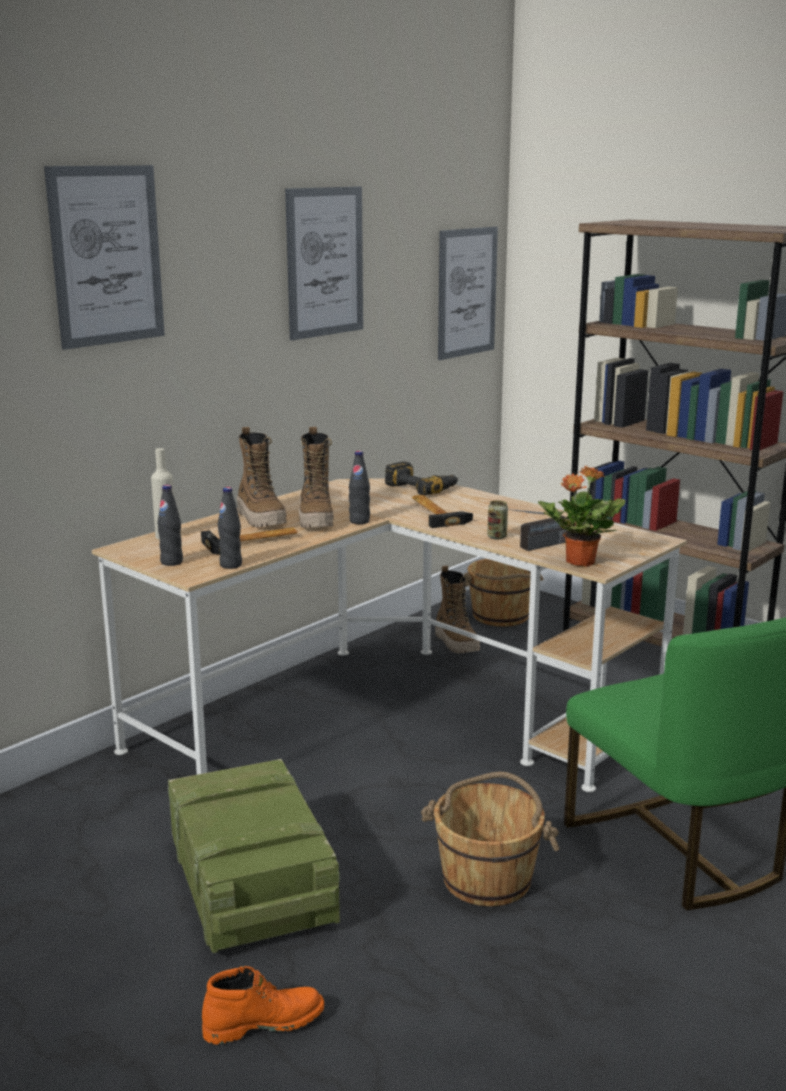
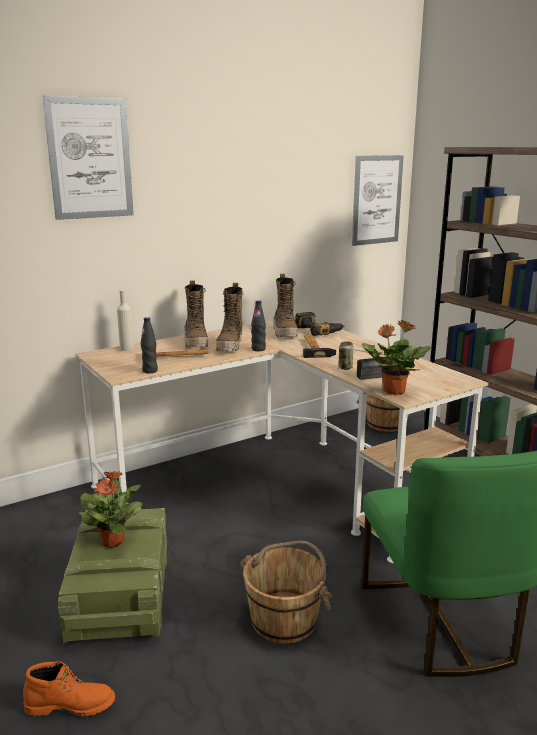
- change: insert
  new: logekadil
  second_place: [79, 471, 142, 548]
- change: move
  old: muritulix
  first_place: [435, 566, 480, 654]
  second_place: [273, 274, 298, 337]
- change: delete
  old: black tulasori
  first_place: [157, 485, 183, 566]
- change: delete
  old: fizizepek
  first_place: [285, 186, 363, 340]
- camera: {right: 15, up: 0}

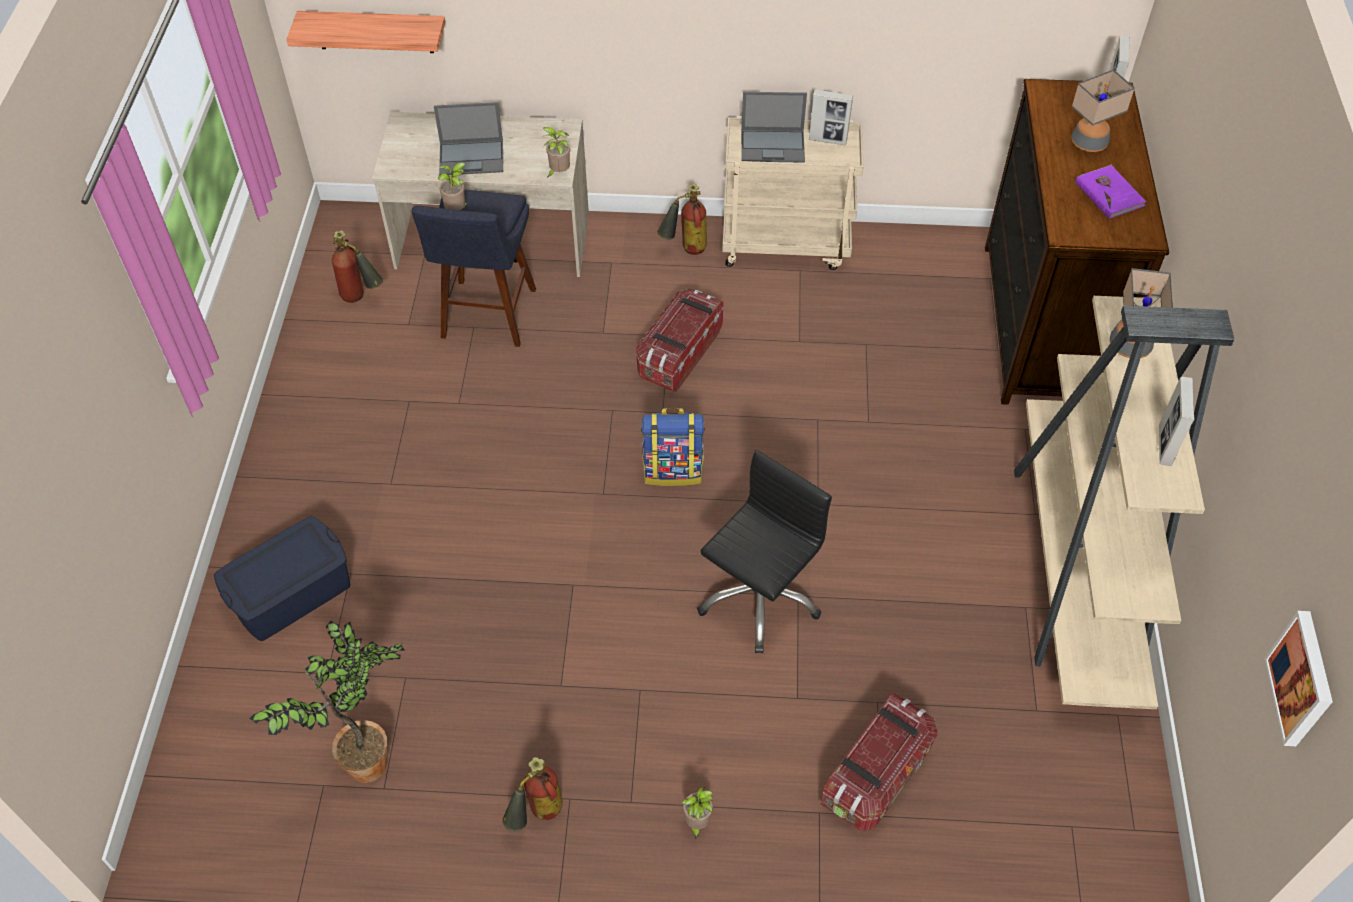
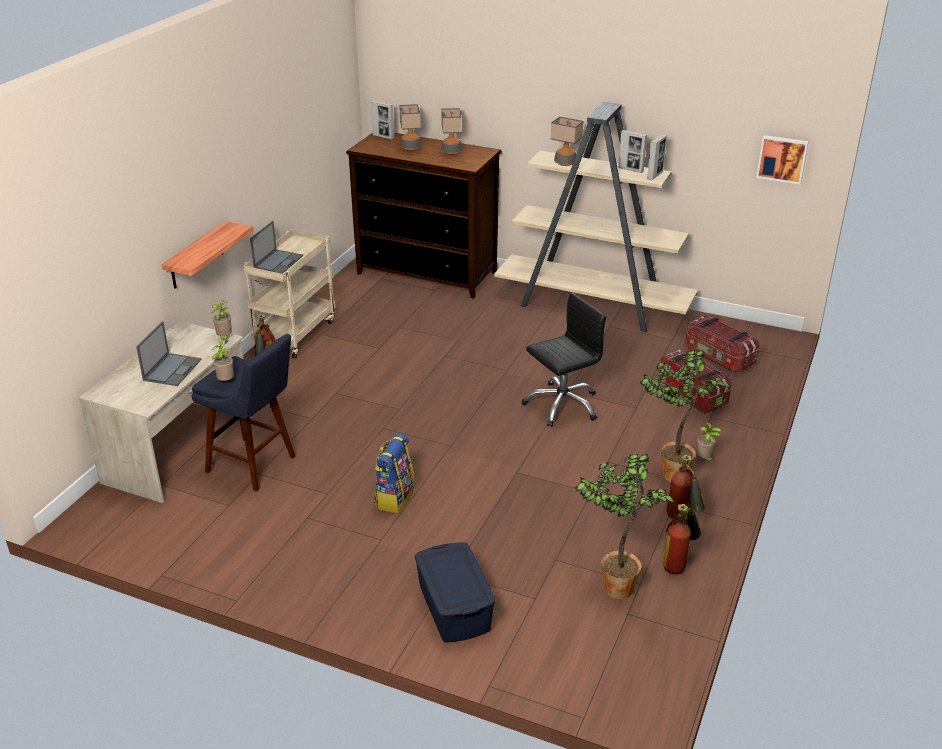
- change: move
  old: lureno
  first_place: [286, 11, 445, 53]
  second_place: [162, 221, 254, 289]
- change: move
  old: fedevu
  first_place: [641, 408, 705, 486]
  second_place: [374, 433, 415, 513]
- change: replace
  old: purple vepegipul
  new: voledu
  first_place: [1075, 165, 1146, 219]
  second_place: [441, 108, 463, 155]
- change: rotate
  old: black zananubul
  first_place: [697, 450, 832, 653]
  second_place: [522, 293, 606, 427]
  degrees: 90
- change: insert
  new: logekadil
  second_place: [640, 350, 731, 482]
- change: move
  old: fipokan
  first_place: [809, 89, 853, 145]
  second_place: [647, 134, 667, 180]
- change: move
  old: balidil
  first_place: [332, 230, 383, 303]
  second_place: [663, 504, 701, 575]
- change: move
  old: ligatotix
  first_place: [636, 289, 724, 392]
  second_place: [685, 315, 760, 373]
- camera: {right: -70, up: -20}

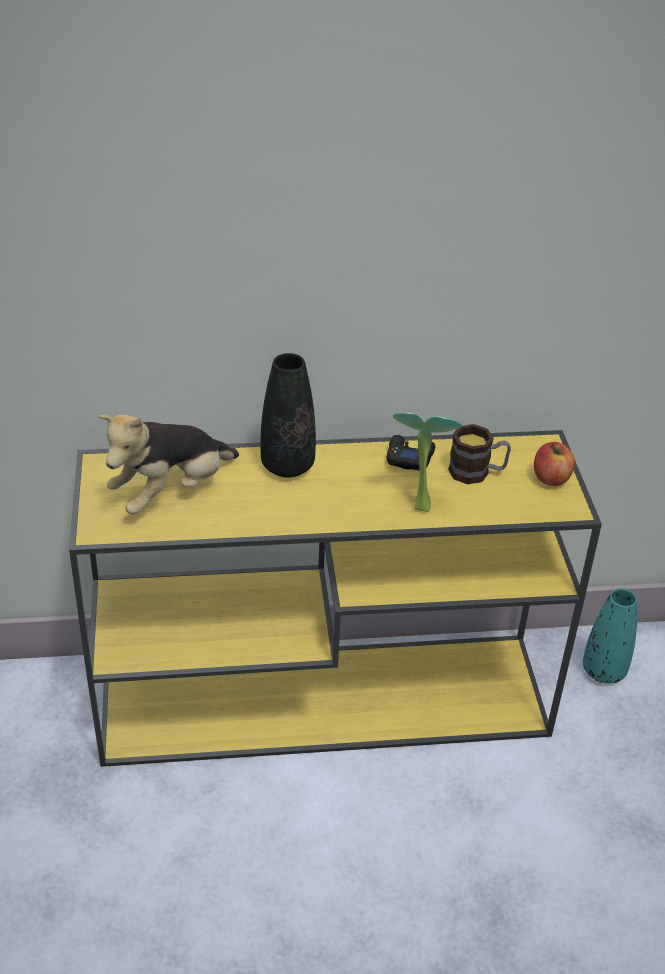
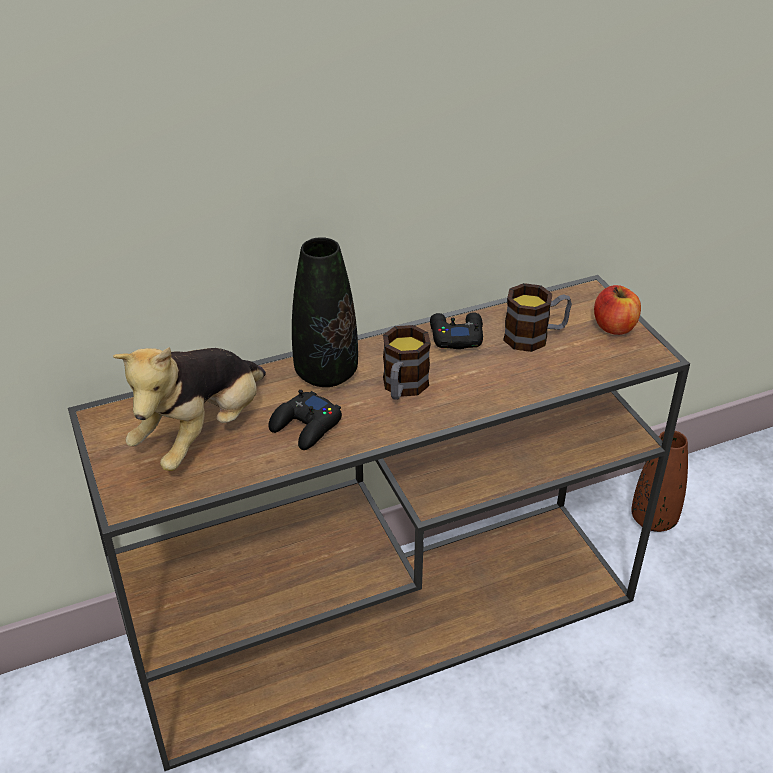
- change: recolor
  old: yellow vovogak
  new: brown vovogak
  first_place: [69, 430, 602, 767]
  second_place: [68, 275, 690, 771]
- change: insert
  new: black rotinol
  second_place: [269, 390, 342, 450]
- change: insert
  new: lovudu
  second_place: [383, 325, 431, 400]
- change: recolor
  old: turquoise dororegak
  new: brown dororegak
  first_place: [583, 588, 637, 684]
  second_place: [631, 431, 688, 532]
- change: delete
  old: logekadil
  first_place: [393, 412, 462, 512]
- camera: {right: -15, up: 0}

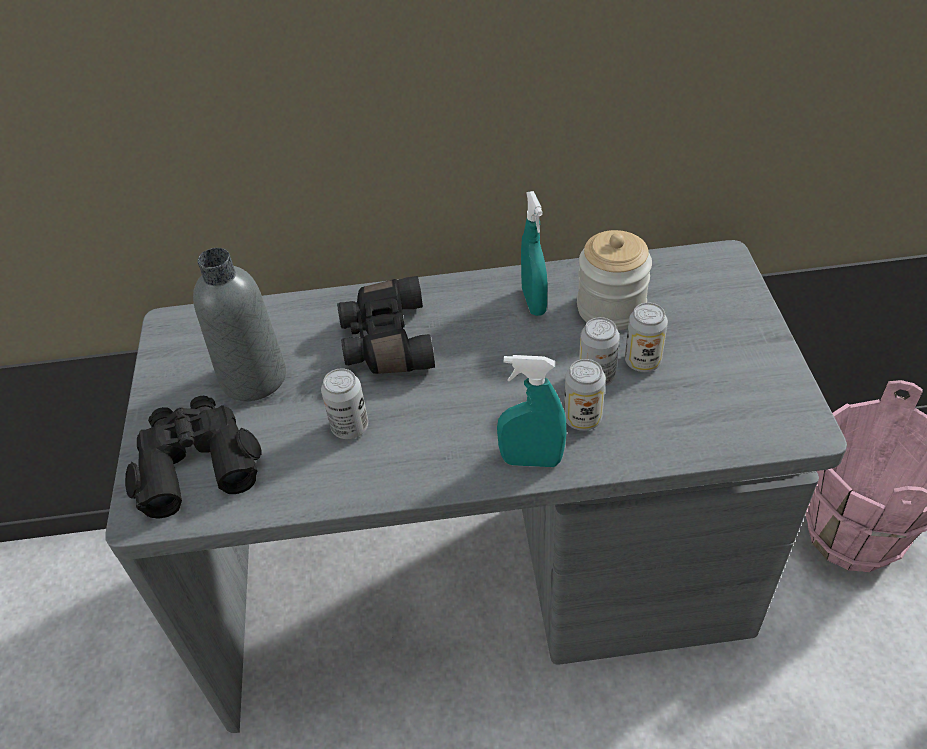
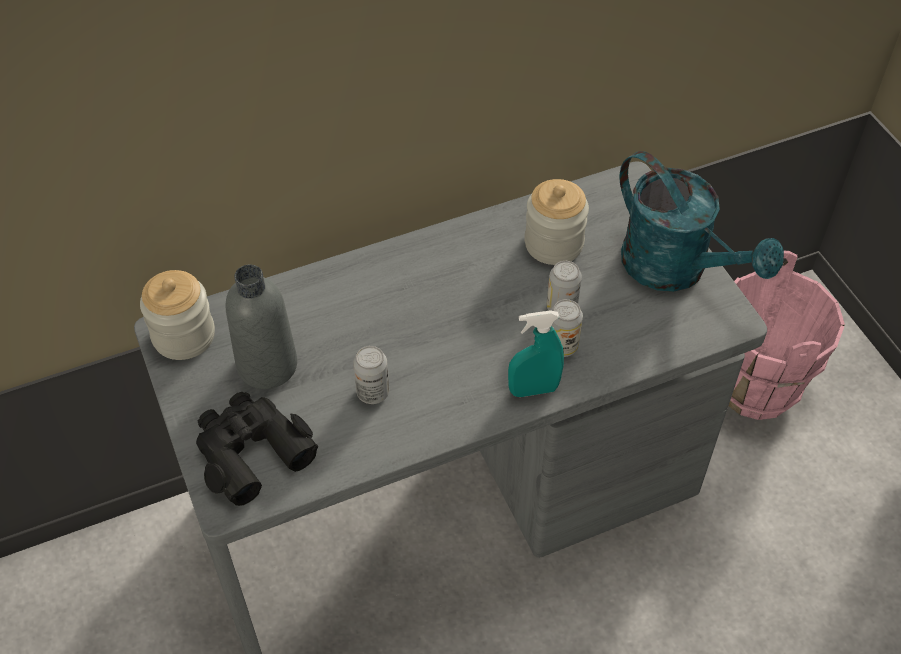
- change: insert
  new: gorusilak
  second_place: [140, 270, 215, 360]
- change: insert
  new: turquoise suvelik
  second_place: [619, 151, 784, 292]
- change: delete
  old: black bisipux
  first_place: [337, 276, 435, 374]
- change: delete
  old: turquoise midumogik
  first_place: [521, 191, 548, 316]
- change: delete
  old: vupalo
  first_place: [625, 302, 668, 372]
- camera: {right: -20, up: 5}

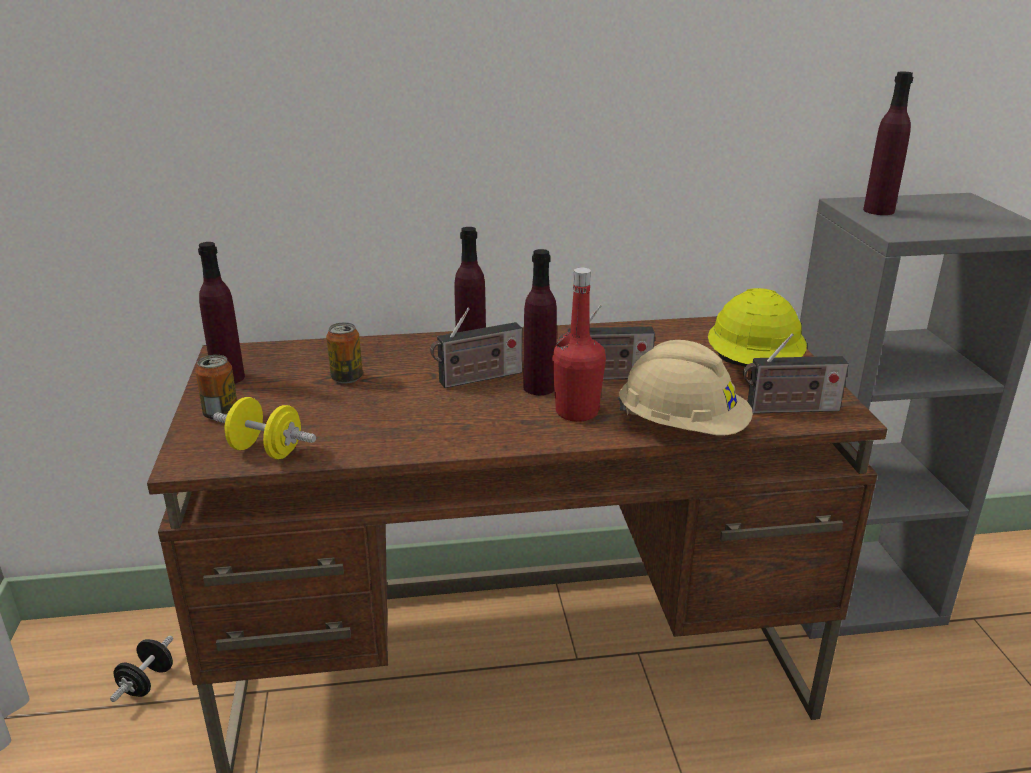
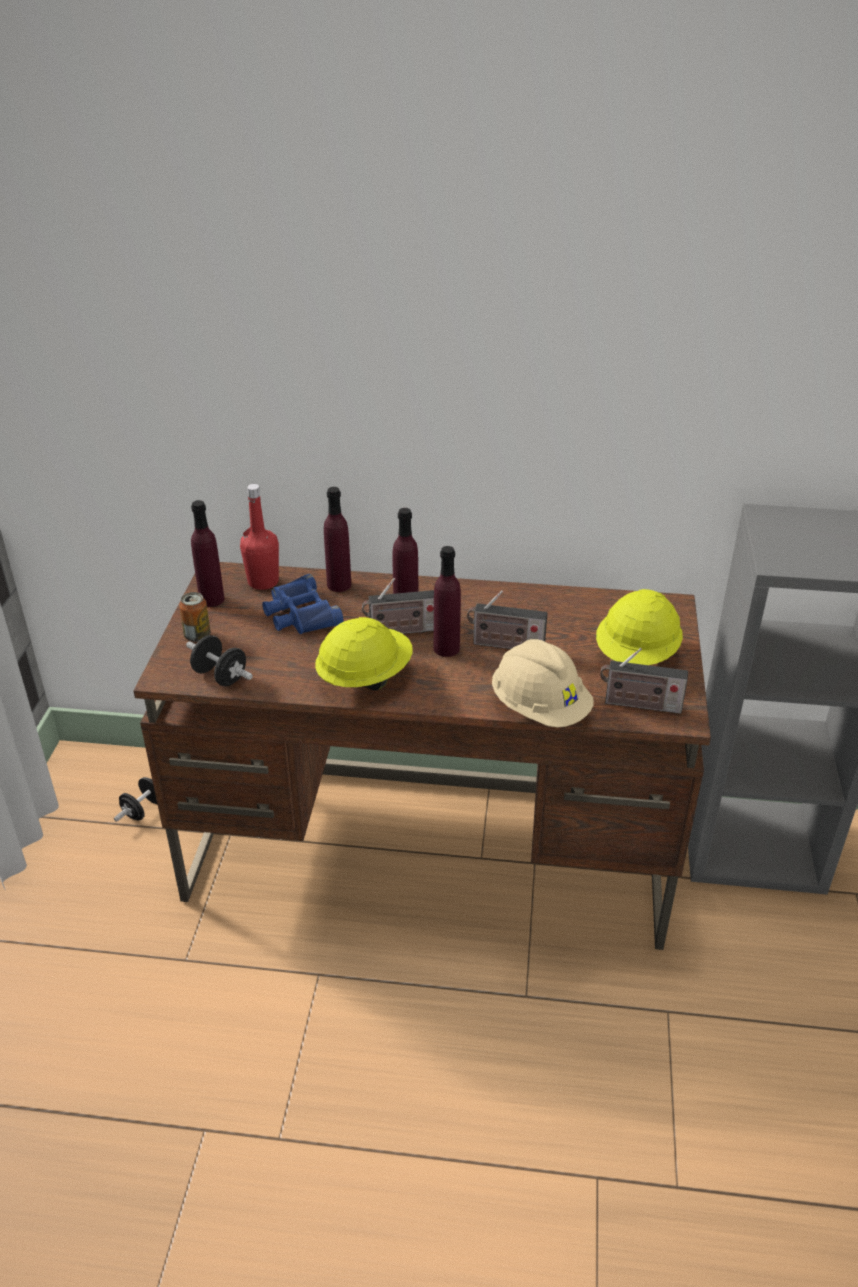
- change: recolor
  old: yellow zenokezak
  new: black zenokezak
  first_place: [213, 397, 316, 459]
  second_place: [186, 635, 253, 686]
- change: move
  old: red tulasori
  first_place: [552, 268, 606, 422]
  second_place: [240, 484, 279, 590]
- change: replace
  old: vupalo
  new: blue bisipux
  first_place: [326, 322, 363, 384]
  second_place: [262, 574, 343, 634]
- change: insert
  new: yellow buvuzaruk
  second_place: [315, 617, 413, 691]
- change: move
  old: purple tulasori
  first_place: [863, 71, 913, 215]
  second_place: [324, 487, 351, 592]
- camera: {right: 15, up: 10}

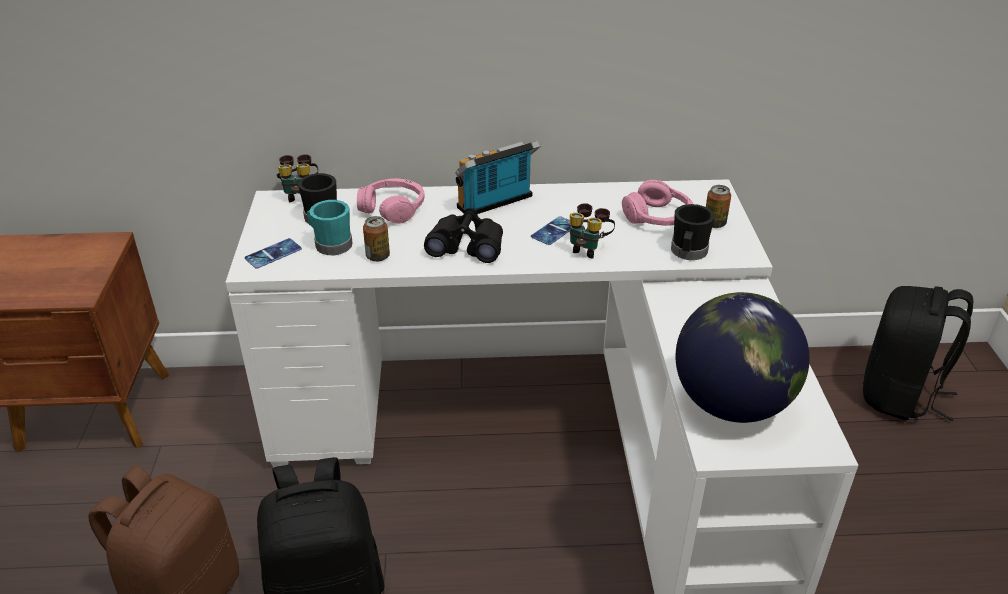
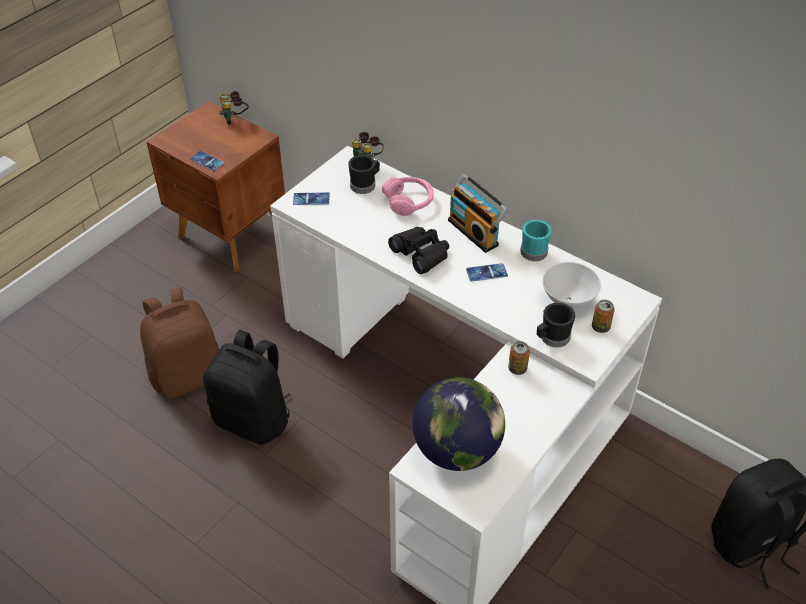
- change: insert
  new: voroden
  second_place: [190, 151, 224, 171]
- change: move
  old: bisipux
  first_place: [570, 203, 615, 259]
  second_place: [219, 91, 249, 125]
- change: rotate
  old: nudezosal
  first_place: [456, 141, 541, 214]
  second_place: [448, 174, 509, 253]
  degrees: -135
- change: move
  old: vupalo
  first_place: [363, 216, 390, 262]
  second_place: [508, 341, 530, 375]
- change: move
  old: turquoise lovudu
  first_place: [307, 200, 353, 255]
  second_place: [520, 220, 552, 261]
- change: replace
  old: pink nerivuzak
  new: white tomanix
  first_place: [622, 180, 693, 226]
  second_place: [543, 262, 601, 309]
- camera: {right: 40, up: 10}

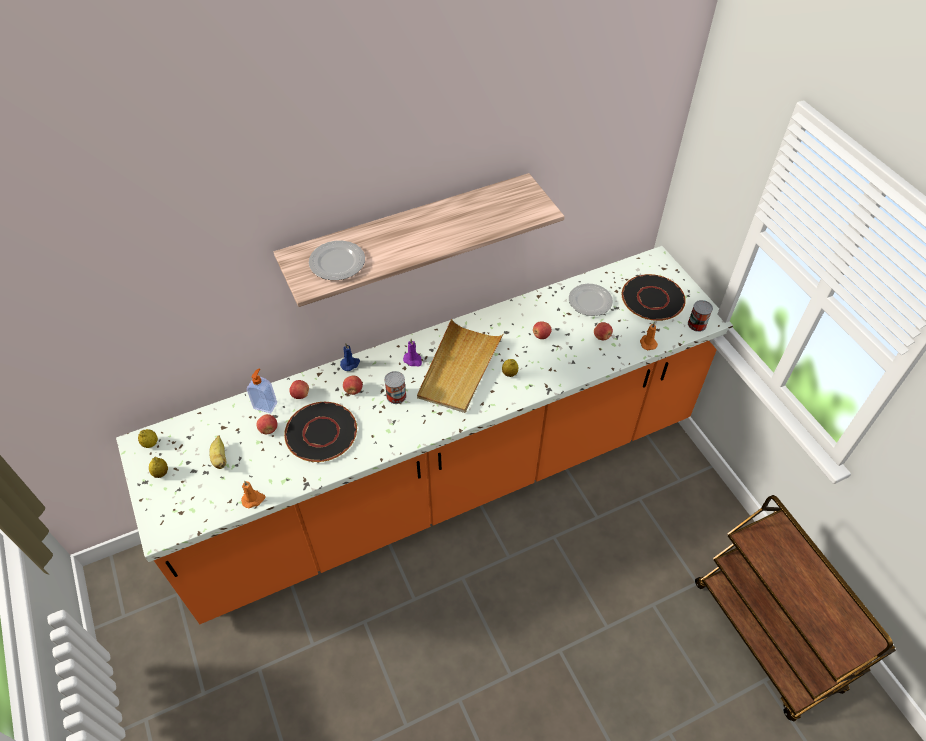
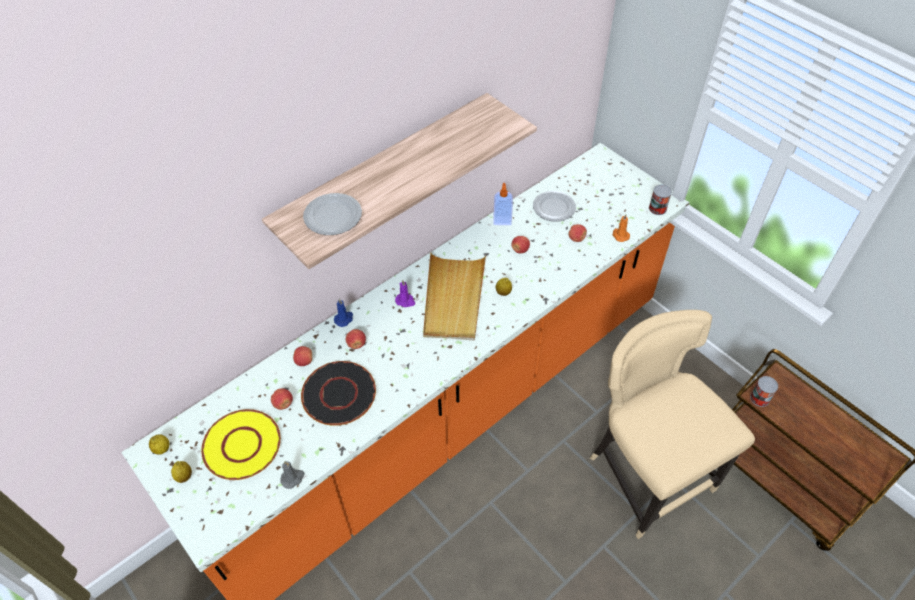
- change: replace
  old: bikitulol
  new: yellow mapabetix
  first_place: [209, 435, 226, 469]
  second_place: [201, 409, 281, 480]
- change: recolor
  old: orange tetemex
  new: grey tetemex
  first_place: [241, 481, 265, 508]
  second_place: [280, 461, 304, 489]
- change: move
  old: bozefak
  first_place: [247, 368, 277, 413]
  second_place: [493, 183, 513, 225]
- change: insert
  new: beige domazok
  second_place: [590, 310, 755, 539]
- change: move
  old: vupalo
  first_place: [384, 371, 406, 404]
  second_place: [750, 376, 778, 407]
- change: delete
  old: black mapabetix
  first_place: [622, 274, 686, 321]
- camera: {right: -15, up: 0}

